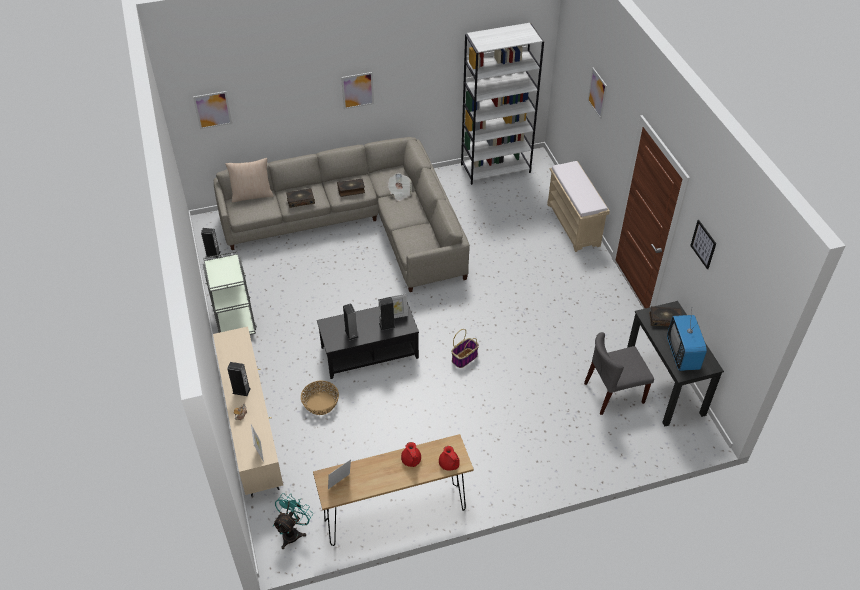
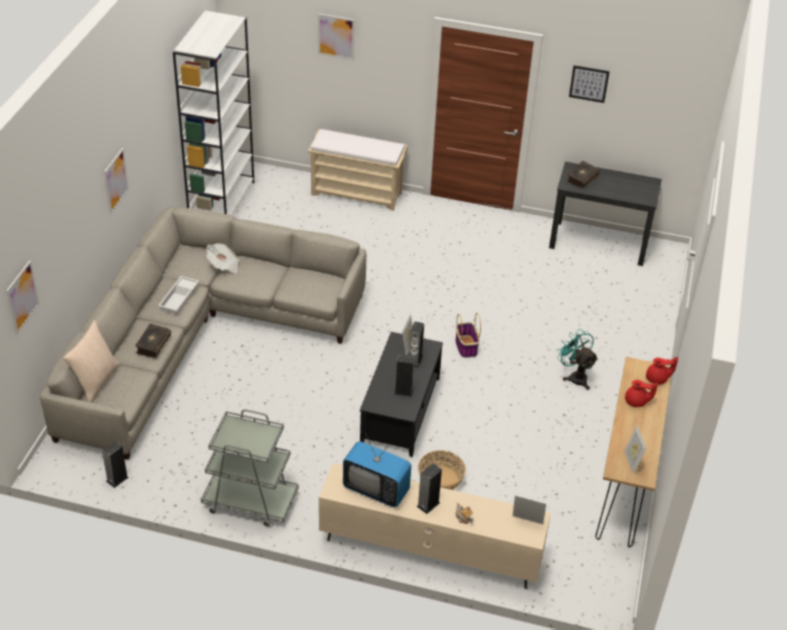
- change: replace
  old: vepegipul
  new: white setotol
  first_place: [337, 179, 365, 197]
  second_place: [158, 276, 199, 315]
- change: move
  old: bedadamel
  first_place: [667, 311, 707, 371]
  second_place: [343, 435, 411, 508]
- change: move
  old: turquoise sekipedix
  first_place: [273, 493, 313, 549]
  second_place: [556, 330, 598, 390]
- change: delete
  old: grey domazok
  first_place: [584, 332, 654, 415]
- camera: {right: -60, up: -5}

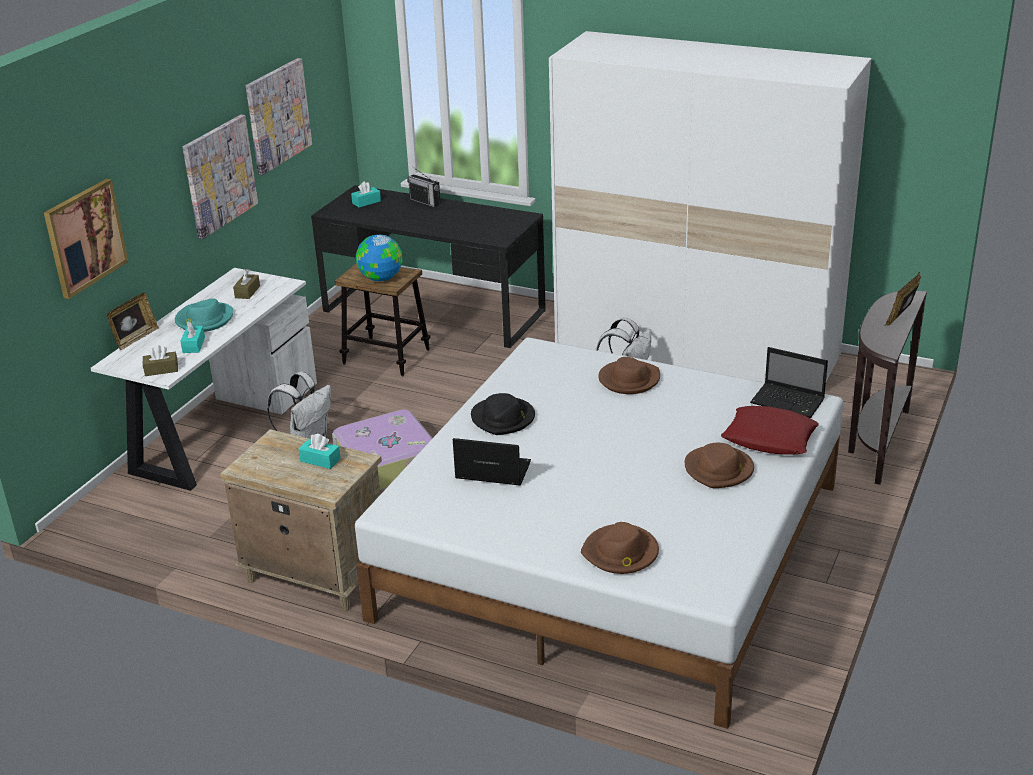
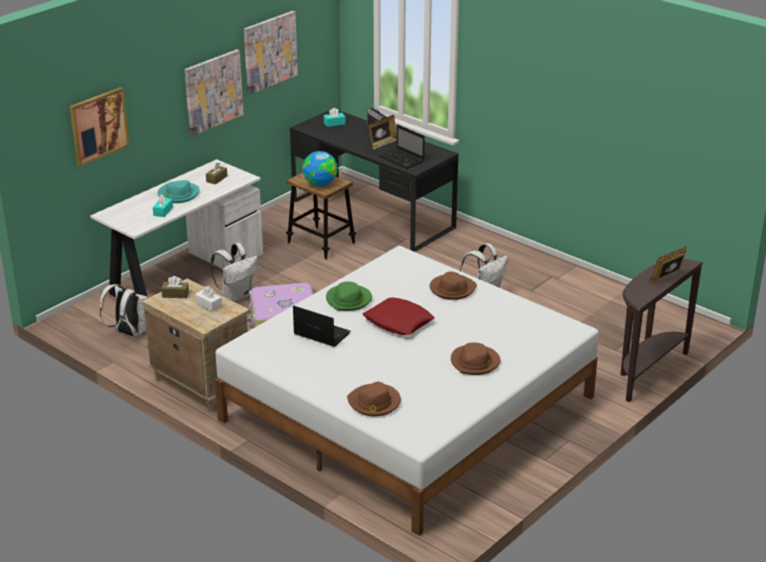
- change: insert
  new: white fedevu
  second_place: [99, 284, 149, 337]
- change: move
  old: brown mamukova
  first_place: [143, 345, 178, 376]
  second_place: [161, 276, 189, 298]
- change: recolor
  old: turquoise mamukova
  new: white mamukova
  first_place: [298, 434, 341, 469]
  second_place: [195, 286, 222, 312]
- change: recolor
  old: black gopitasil
  new: green gopitasil
  first_place: [471, 393, 535, 435]
  second_place: [326, 282, 372, 311]
- change: move
  old: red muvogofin
  first_place: [721, 406, 819, 455]
  second_place: [362, 298, 435, 335]
- change: move
  old: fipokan
  first_place: [107, 292, 159, 350]
  second_place: [369, 115, 397, 149]
- change: move
  old: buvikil
  first_place: [750, 347, 828, 418]
  second_place: [379, 124, 425, 169]
- change: delete
  old: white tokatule
  first_place: [549, 31, 871, 383]
- camera: {right: 15, up: 0}

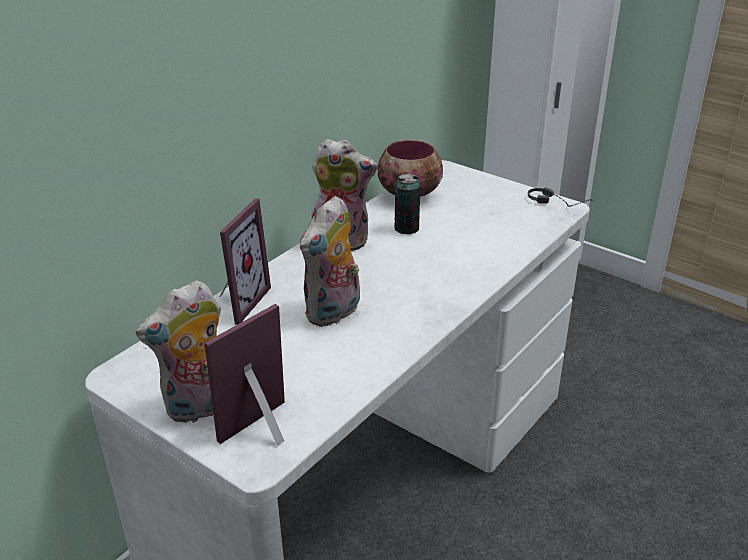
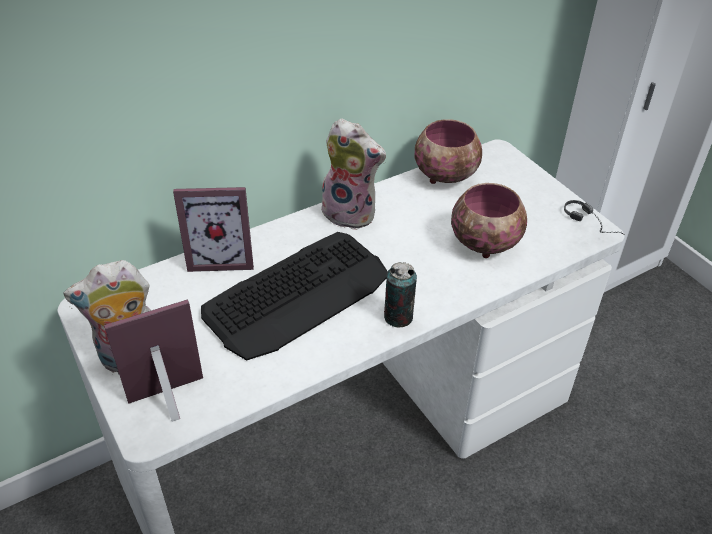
- change: rotate
  old: fipokan
  first_place: [219, 198, 271, 325]
  second_place: [173, 187, 254, 272]
  degrees: 45
- change: replace
  old: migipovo
  new: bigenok
  first_place: [300, 196, 360, 327]
  second_place: [201, 232, 388, 361]
- change: move
  old: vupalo
  first_place: [395, 174, 420, 234]
  second_place: [384, 262, 417, 327]
- change: insert
  new: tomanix
  second_place: [451, 183, 527, 258]
- camera: {right: 20, up: 10}

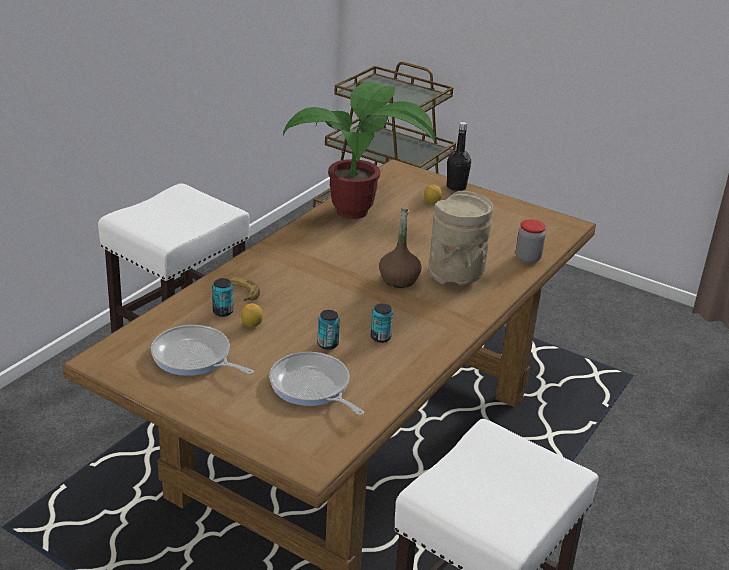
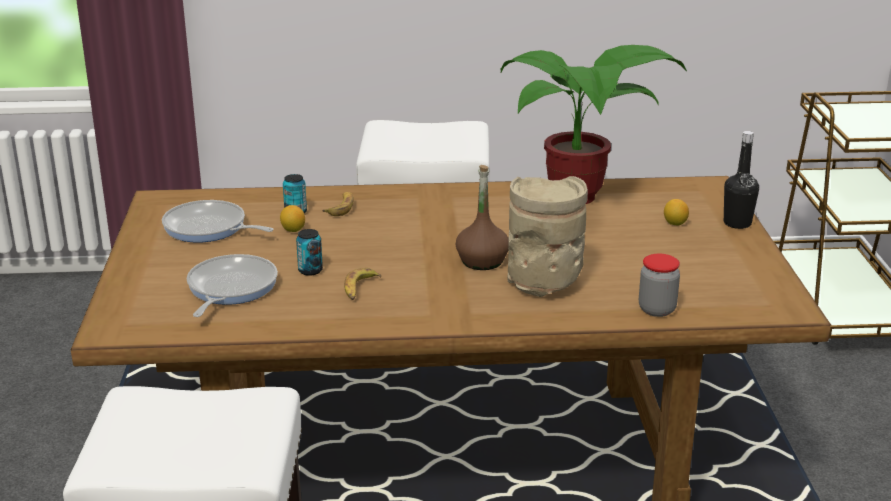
- change: rotate
  old: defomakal
  first_place: [151, 325, 254, 376]
  second_place: [162, 200, 274, 243]
  degrees: -60
- change: replace
  old: vupalo
  new: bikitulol
  first_place: [371, 303, 393, 343]
  second_place: [344, 268, 382, 300]
- camera: {right: 55, up: -5}

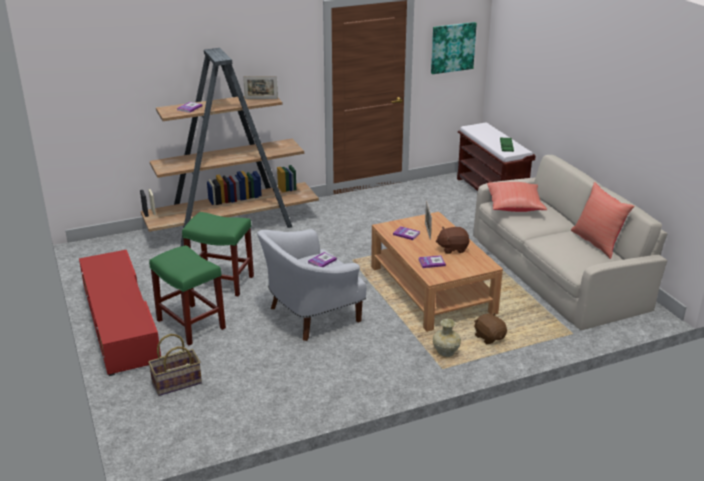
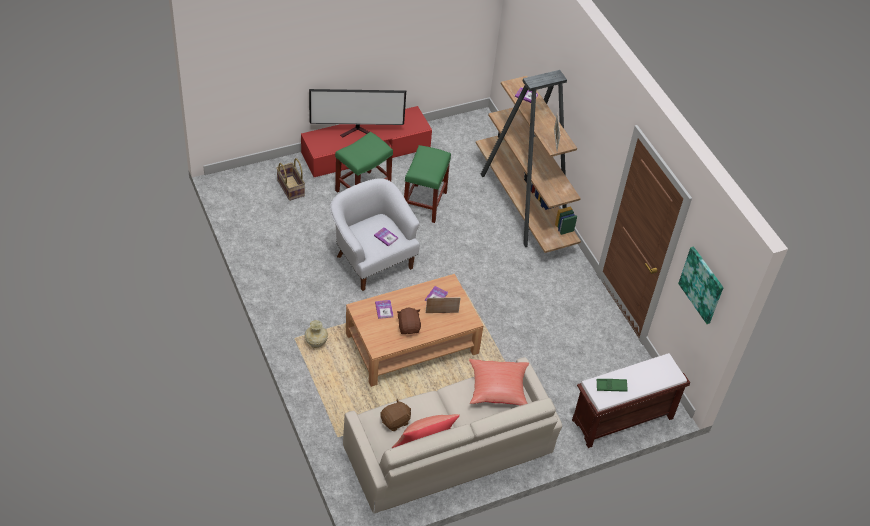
- change: insert
  new: bedadamel
  second_place: [309, 89, 406, 138]
- change: move
  old: brown migipovo
  first_place: [474, 313, 507, 344]
  second_place: [380, 399, 411, 431]
- camera: {right: 85, up: 20}

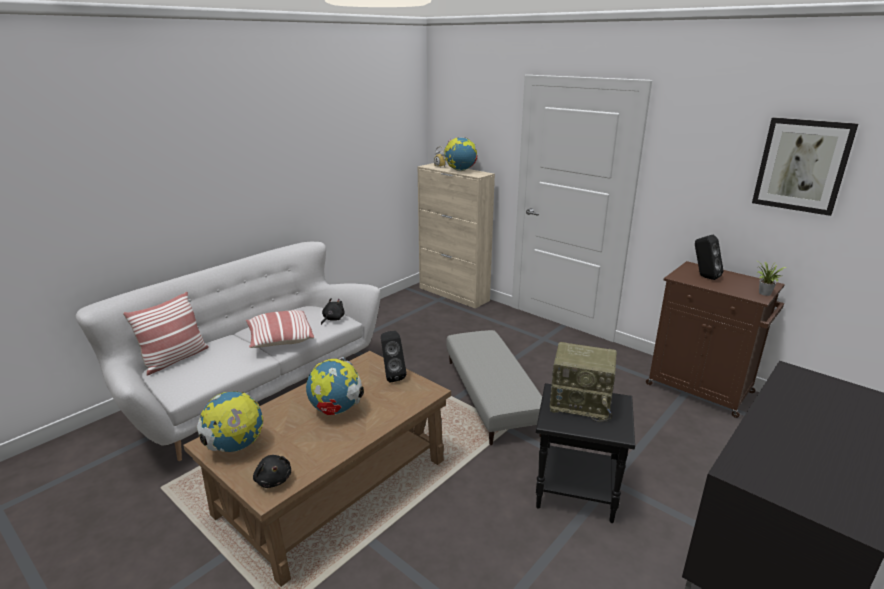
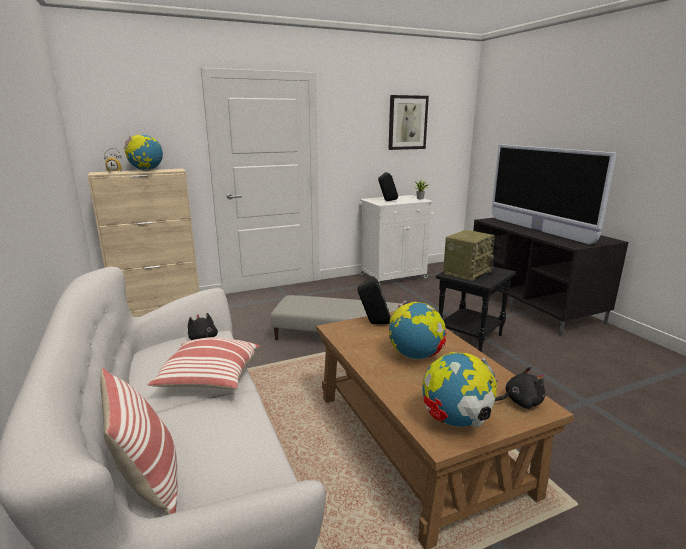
- change: recolor
  old: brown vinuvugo
  new: white vinuvugo
  first_place: [646, 261, 785, 418]
  second_place: [360, 195, 434, 285]
- change: insert
  new: bedadamel
  second_place: [491, 144, 617, 244]
- camera: {right: -65, up: -5}

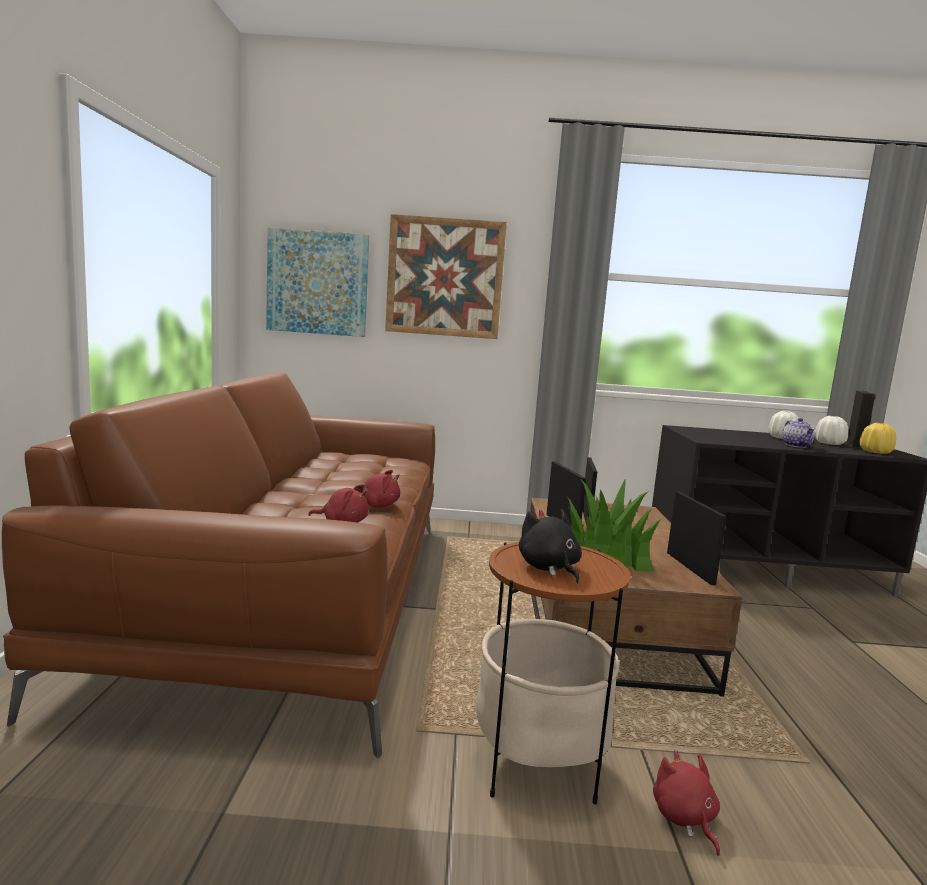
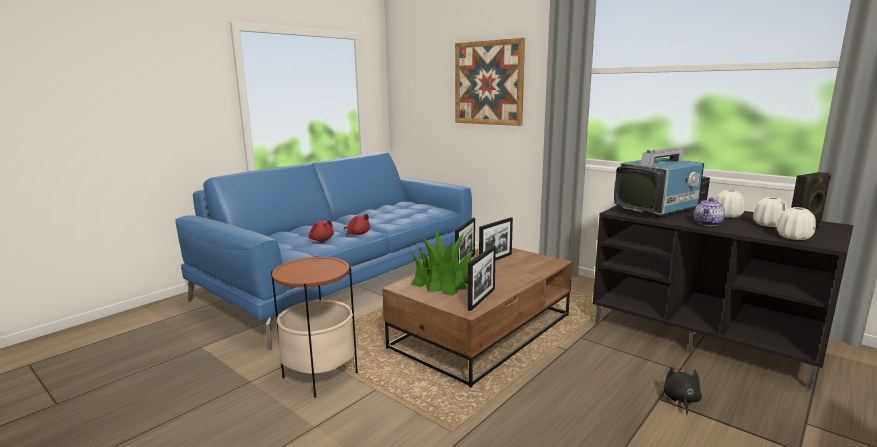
- change: recolor
  old: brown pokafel
  new: blue pokafel
  first_place: [2, 372, 435, 758]
  second_place: [175, 152, 472, 350]
- change: insert
  new: bedadamel
  second_place: [614, 147, 710, 217]
- change: move
  old: black migipovo
  first_place: [519, 509, 582, 583]
  second_place: [664, 366, 702, 414]
- change: recolor
  old: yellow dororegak
  new: white dororegak
  first_place: [859, 423, 896, 454]
  second_place: [777, 207, 816, 240]
- change: delete
  old: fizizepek
  first_place: [266, 227, 369, 337]
- change: delete
  old: red migipovo
  first_place: [653, 750, 720, 856]
- camera: {right: 40, up: 5}

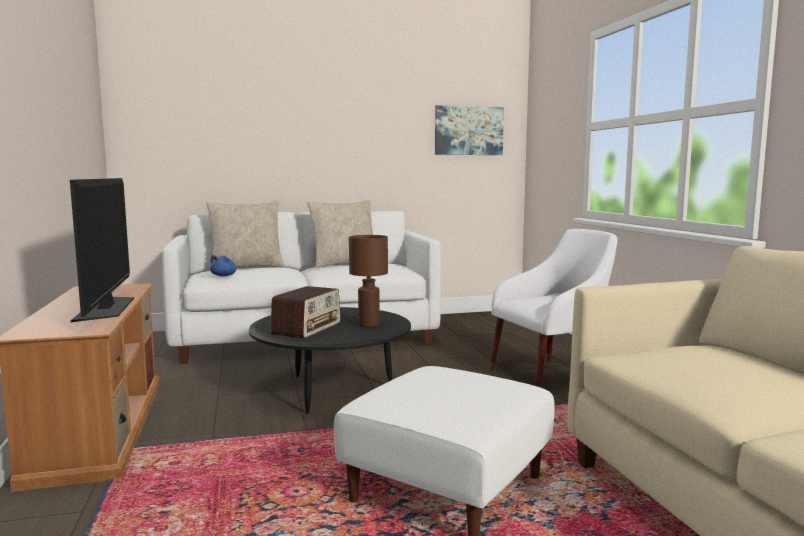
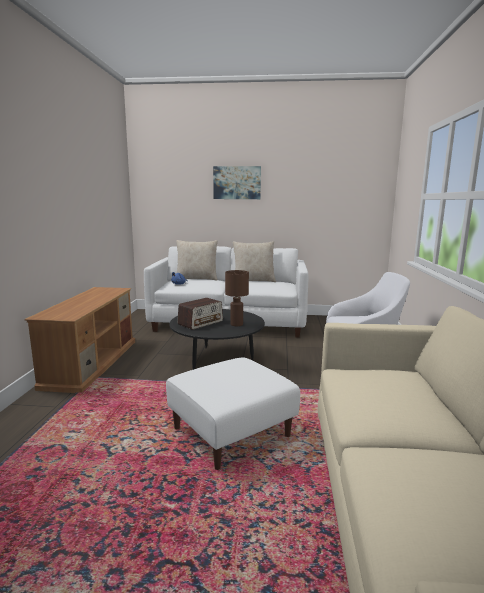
- change: move
  old: fizizepek
  first_place: [435, 105, 504, 155]
  second_place: [213, 166, 261, 199]
- change: delete
  old: bedadamel
  first_place: [70, 178, 134, 322]
- camera: {right: 20, up: 5}

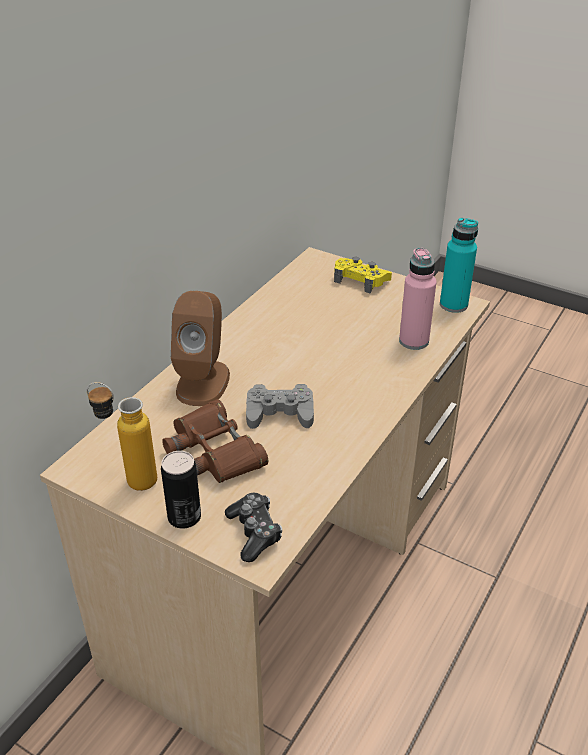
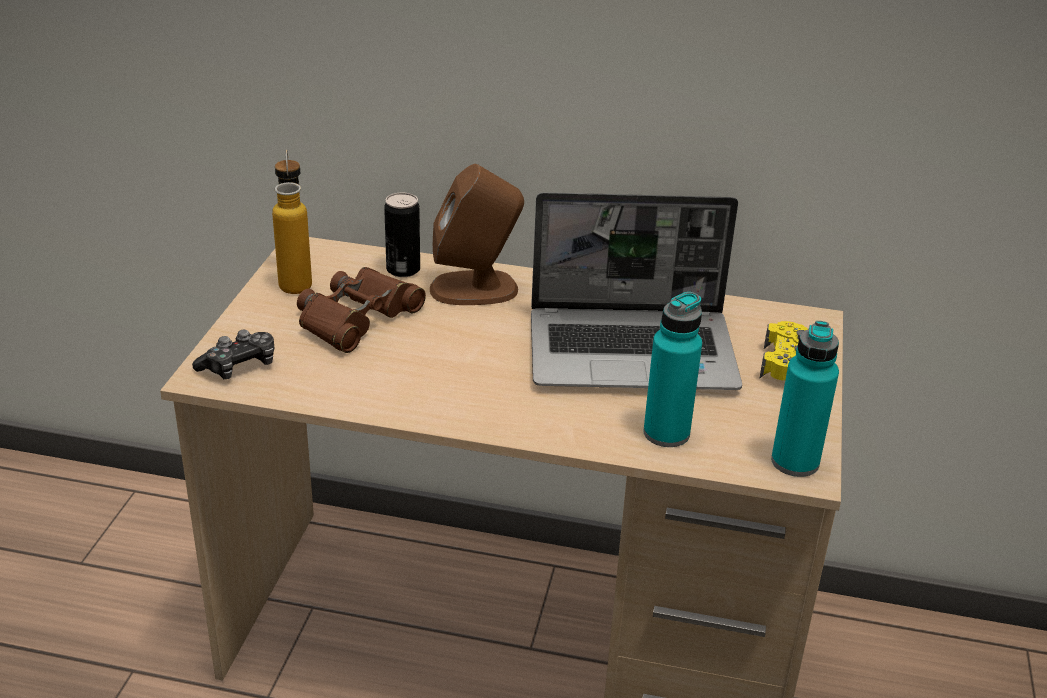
- change: move
  old: vupalo
  first_place: [161, 451, 201, 529]
  second_place: [384, 192, 420, 277]
- change: insert
  new: buvikil
  second_place: [531, 192, 742, 390]
- change: recolor
  old: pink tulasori
  new: turquoise tulasori
  first_place: [399, 248, 437, 350]
  second_place: [644, 292, 702, 447]
- change: delete
  old: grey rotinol
  first_place: [246, 384, 314, 429]
- camera: {right: 70, up: -5}

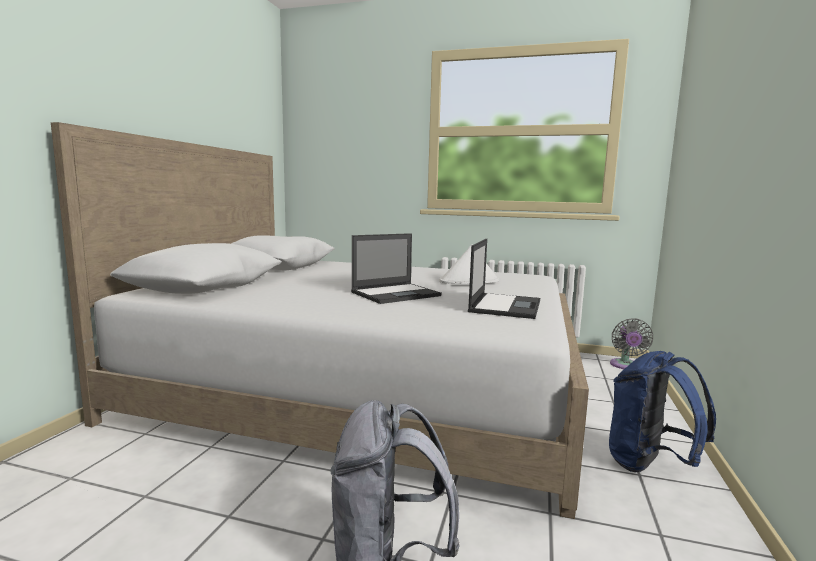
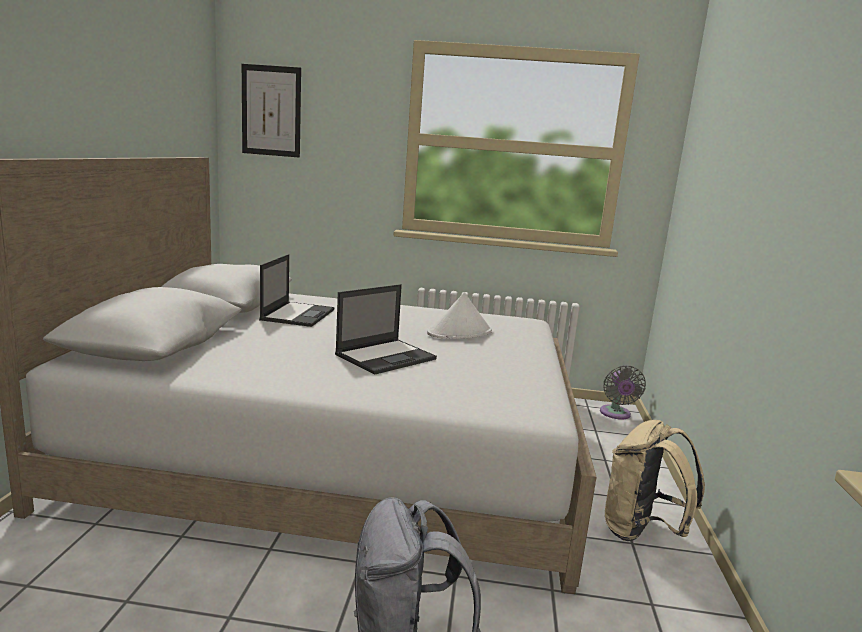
- change: insert
  new: fizizepek
  second_place: [242, 64, 301, 158]
- change: move
  old: buvikil
  first_place: [468, 239, 540, 319]
  second_place: [259, 254, 334, 327]
- change: recolor
  old: blue fedevu
  new: beige fedevu
  first_place: [609, 351, 716, 472]
  second_place: [605, 420, 705, 541]
- camera: {right: -10, up: 5}

